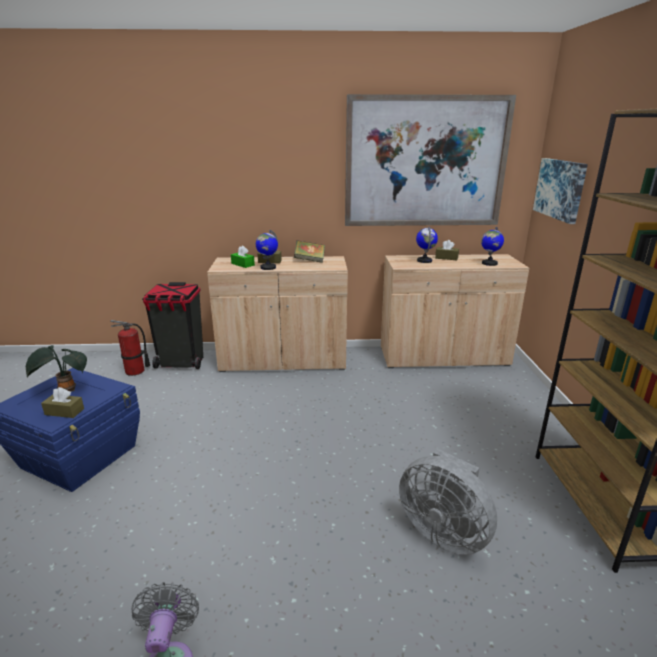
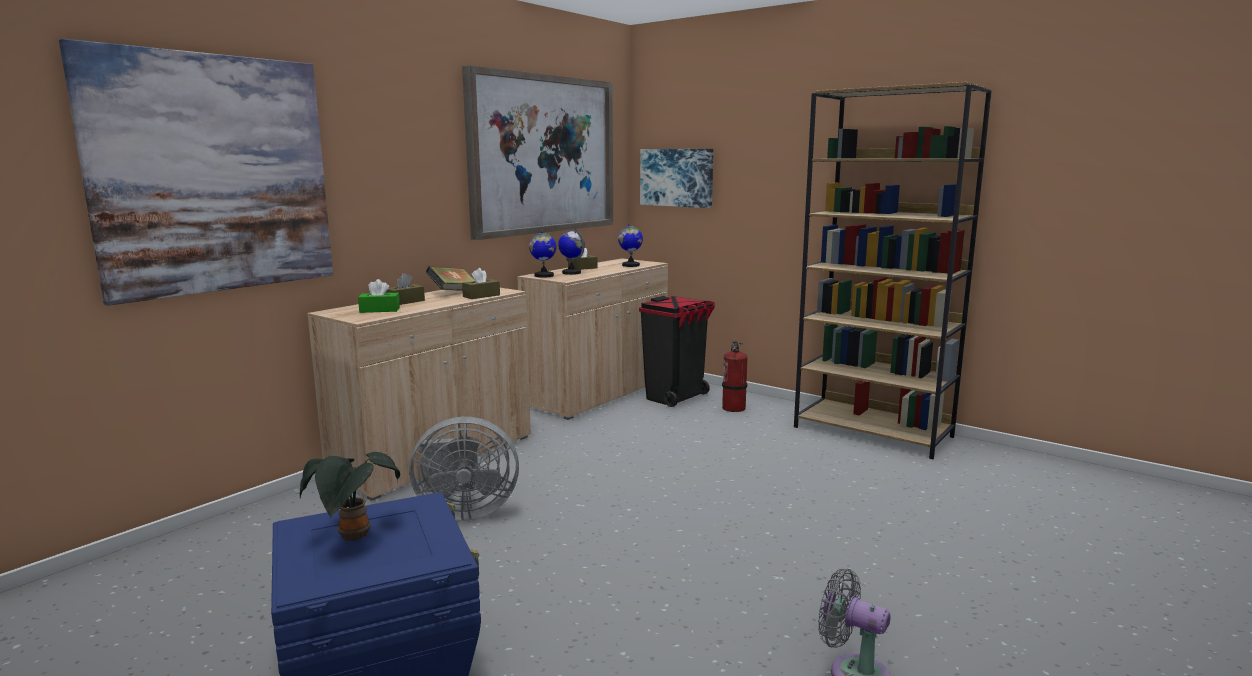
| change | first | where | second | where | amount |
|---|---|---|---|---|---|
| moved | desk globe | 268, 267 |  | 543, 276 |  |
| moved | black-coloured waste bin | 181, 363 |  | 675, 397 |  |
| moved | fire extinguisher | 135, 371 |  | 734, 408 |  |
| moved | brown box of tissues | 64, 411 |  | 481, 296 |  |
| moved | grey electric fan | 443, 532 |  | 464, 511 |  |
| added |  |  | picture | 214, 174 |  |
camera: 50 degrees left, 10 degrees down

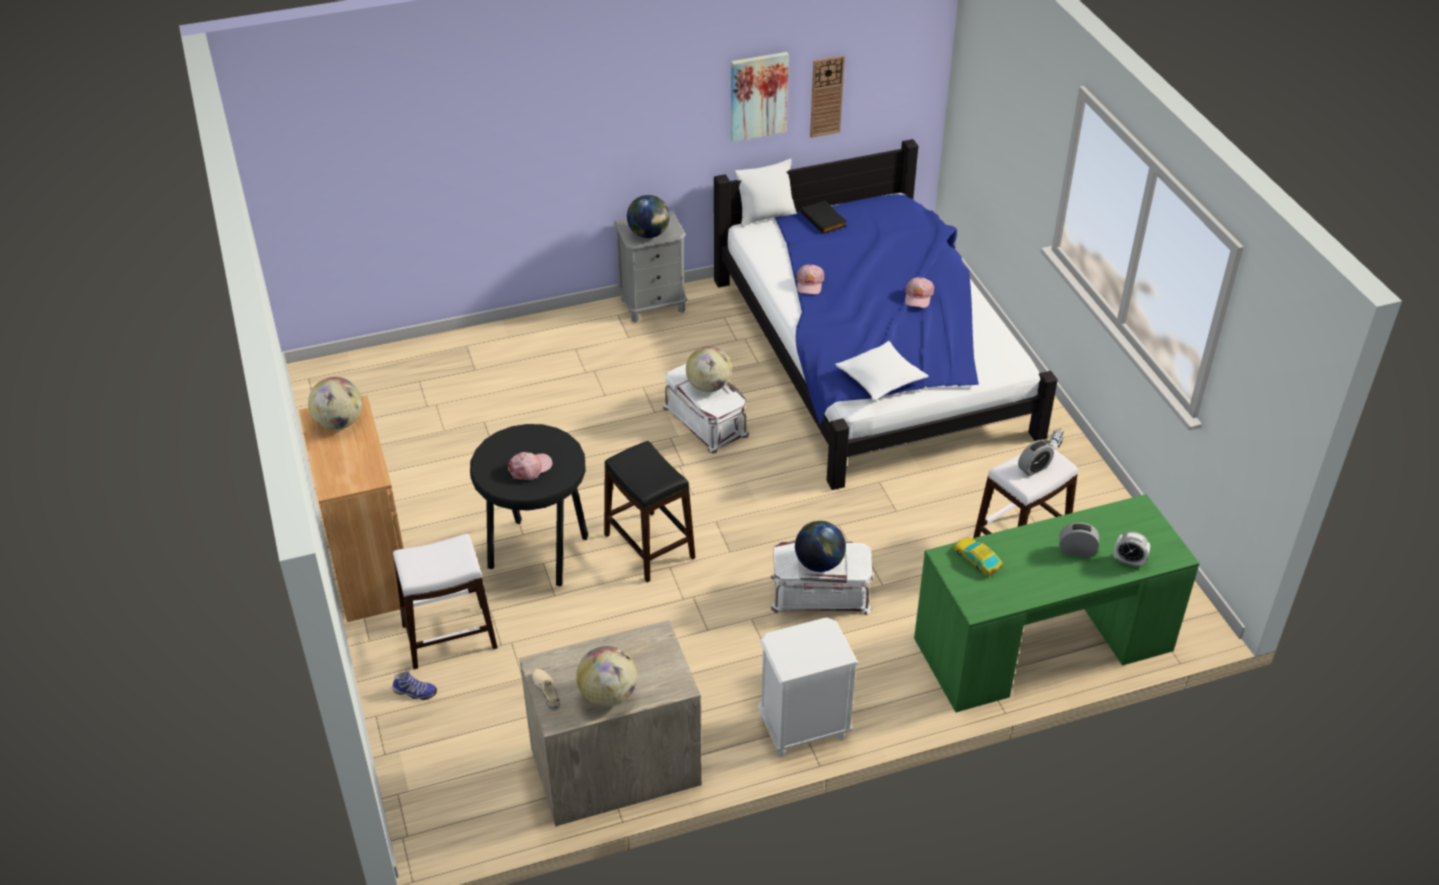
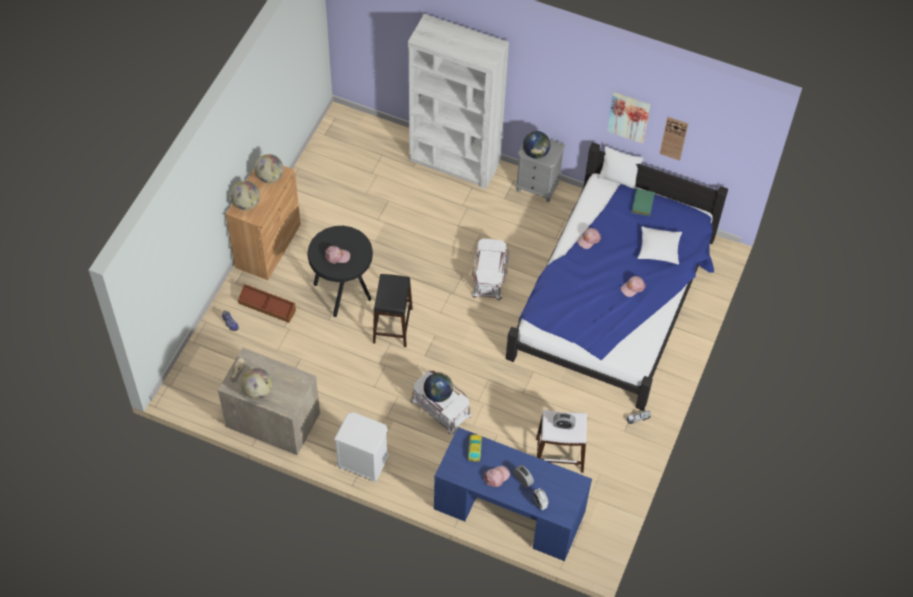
| change | first | where | second | where | amount |
|---|---|---|---|---|---|
| recoloured | black-coloured book | 824, 219 | greenish book | 643, 204 |  |
| moved | white-coloured cushion | 880, 378 |  | 659, 248 |  |
| moved | desk globe | 709, 386 |  | 246, 204 |  |
| recoloured | greenish desk table | 1042, 644 | bluish desk table | 509, 509 |  |
| replaced | white-coloured stool seat | 449, 636 | brown storage bin | 267, 306 |  |
| added |  |  | white-coloured shelving unit | 455, 162 |  |
| added |  |  | pink-coloured peaked cap | 496, 477 |  |
camera: 40 degrees right, 15 degrees up

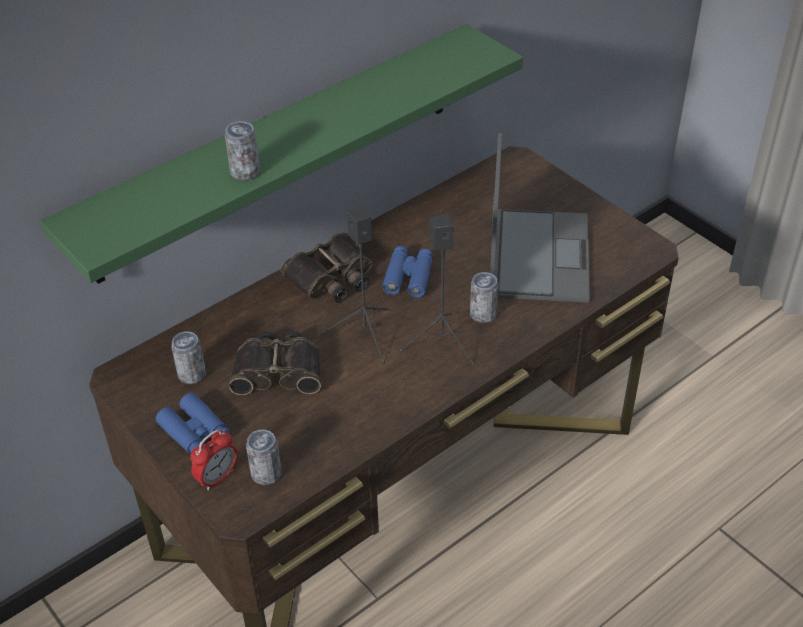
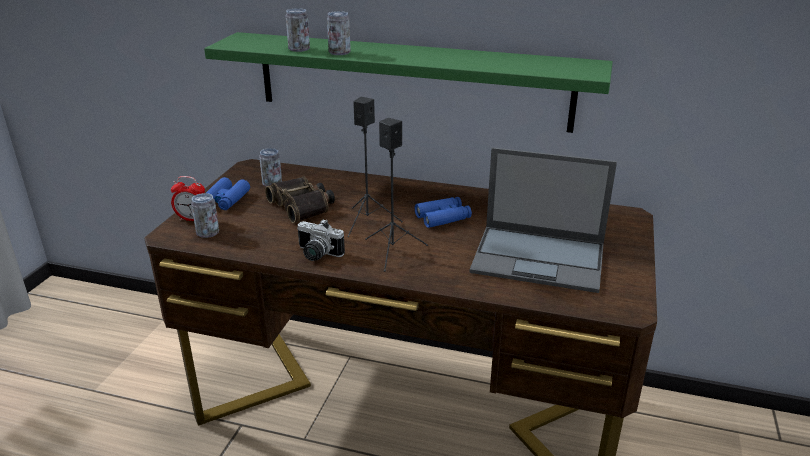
| change | first | where | second | where | amount |
|---|---|---|---|---|---|
| turned | notebook computer | 538, 254 |  | 540, 258 | 45 degrees clockwise |
| removed | field glasses | 332, 278 |  |  |  |
| moved | can | 483, 314 |  | 299, 49 |  |
| added |  |  | photo camera | 316, 255 |  |
camera: 55 degrees right, 15 degrees down

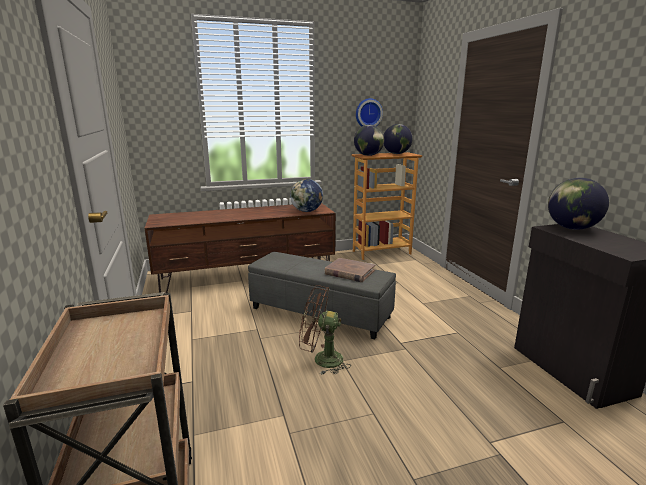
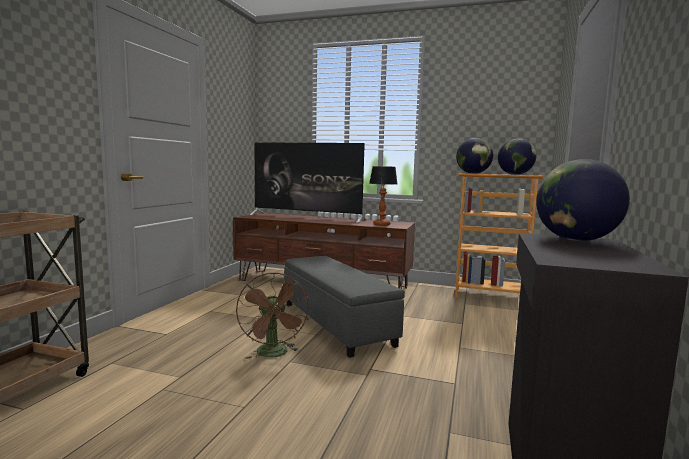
| change | first | where | second | where | amount |
|---|---|---|---|---|---|
| removed | hanging clock | 368, 113 |  |  |  |
| replaced | desk globe | 307, 211 | tabletop lamp | 381, 225 |  |
| removed | brown book | 349, 272 |  |  |  |
| turned | brown electric fan | 321, 360 |  | 274, 354 | 150 degrees counterclockwise |
| added |  |  | TV | 307, 217 |  |
camera: 35 degrees right, 10 degrees down

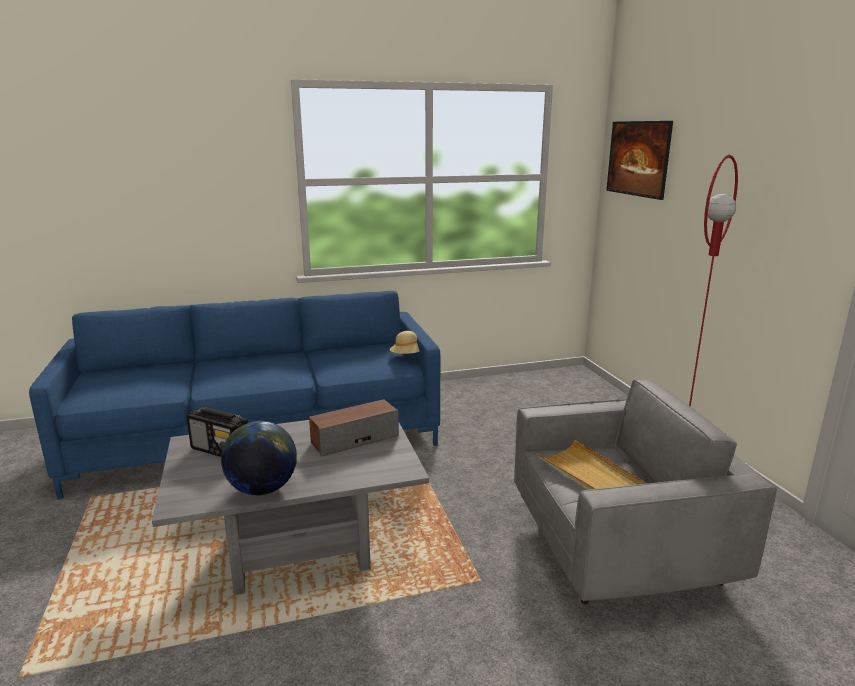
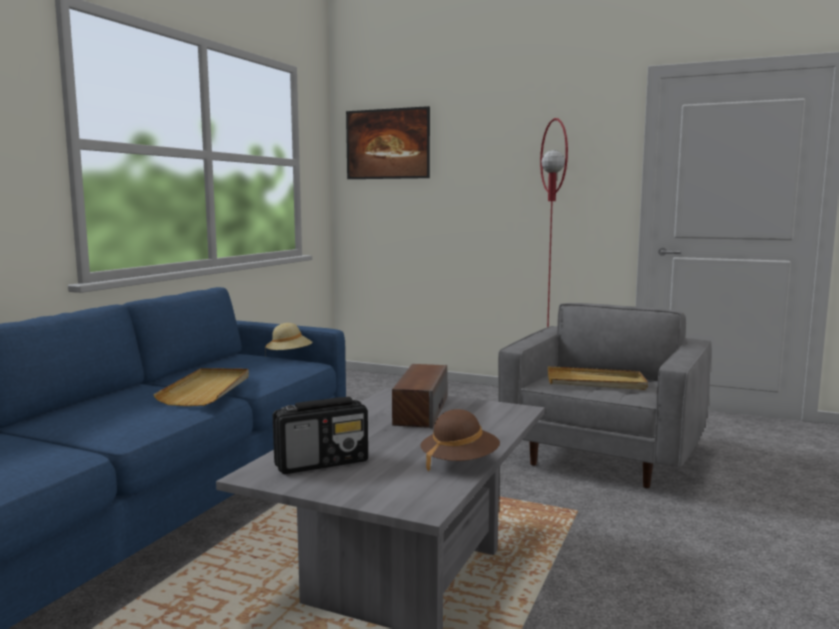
| change | first | where | second | where | amount |
|---|---|---|---|---|---|
| replaced | desk globe | 262, 489 | brown clothing hat | 459, 462 |  |
| added |  |  | beige serving tray | 207, 390 |  |
camera: 50 degrees left, 10 degrees down

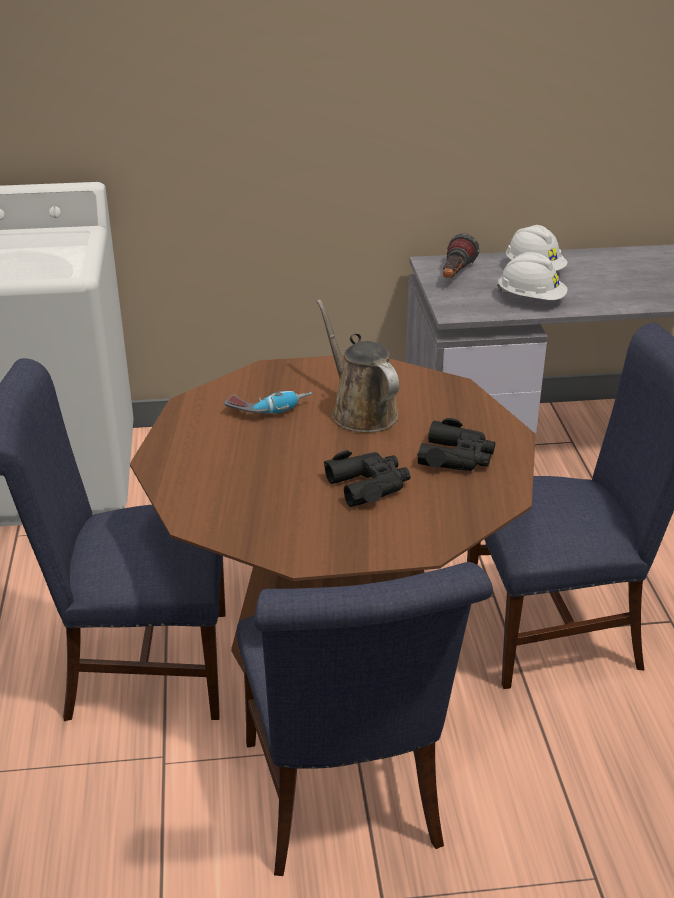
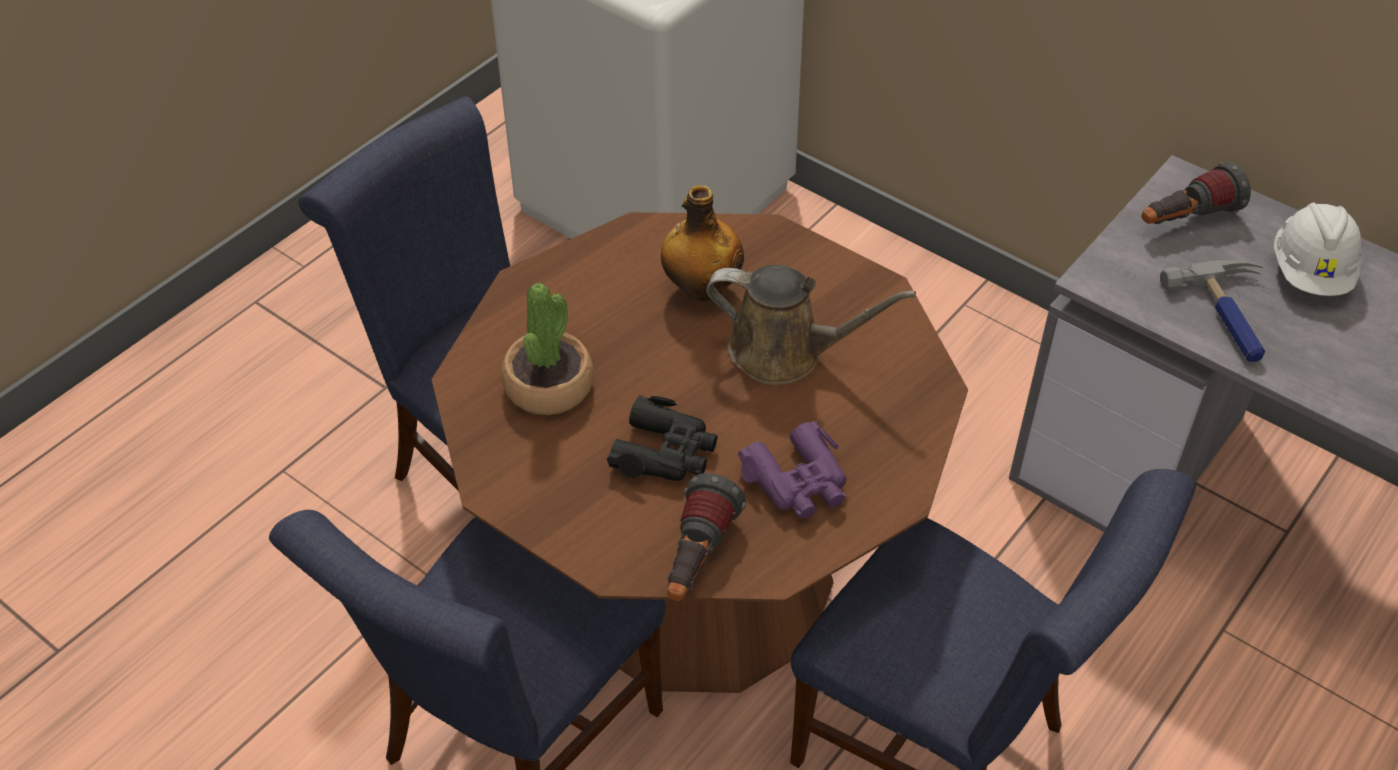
| change | first | where | second | where | amount |
|---|---|---|---|---|---|
| replaced | white-coloured work helmet | 531, 299 | hammer | 1231, 317 |  |
| turned | brown watering can | 360, 411 |  | 785, 353 | 90 degrees clockwise |
| replaced | electric drill | 269, 409 | bottle | 701, 288 |  |
| recoloured | black-coloured field glasses | 456, 457 | purple field glasses | 798, 482 |  |
| added |  |  | potted plant | 549, 386 |  |
| added |  |  | torch | 697, 560 |  |
camera: 45 degrees right, 15 degrees up

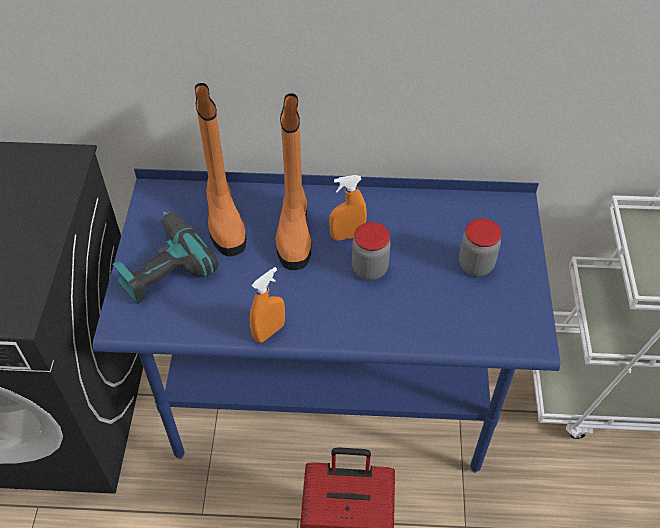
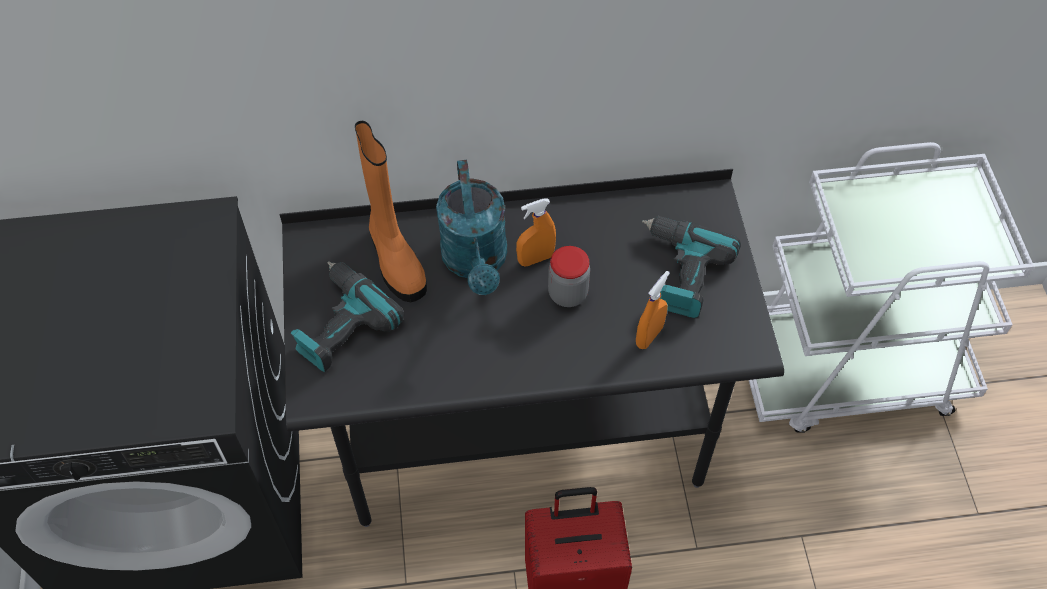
| change | first | where | second | where | amount |
|---|---|---|---|---|---|
| replaced | orange-coloured tall boot | 294, 231 | blue-green watering can | 476, 262 |  |
| recoloured | bluish desk table | 330, 400 | black-coloured desk table | 523, 432 |  |
| replaced | preserve jar | 475, 265 | electric drill | 680, 272 |  |
| moved | orange-coloured spray bottle | 269, 332 |  | 649, 336 |  |
camera: 10 degrees left, 5 degrees up

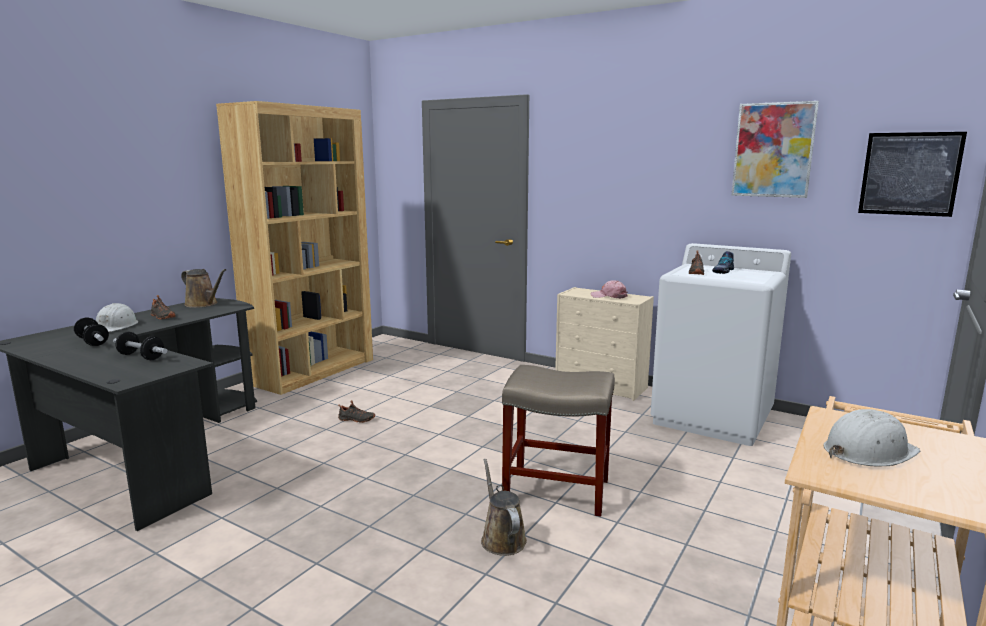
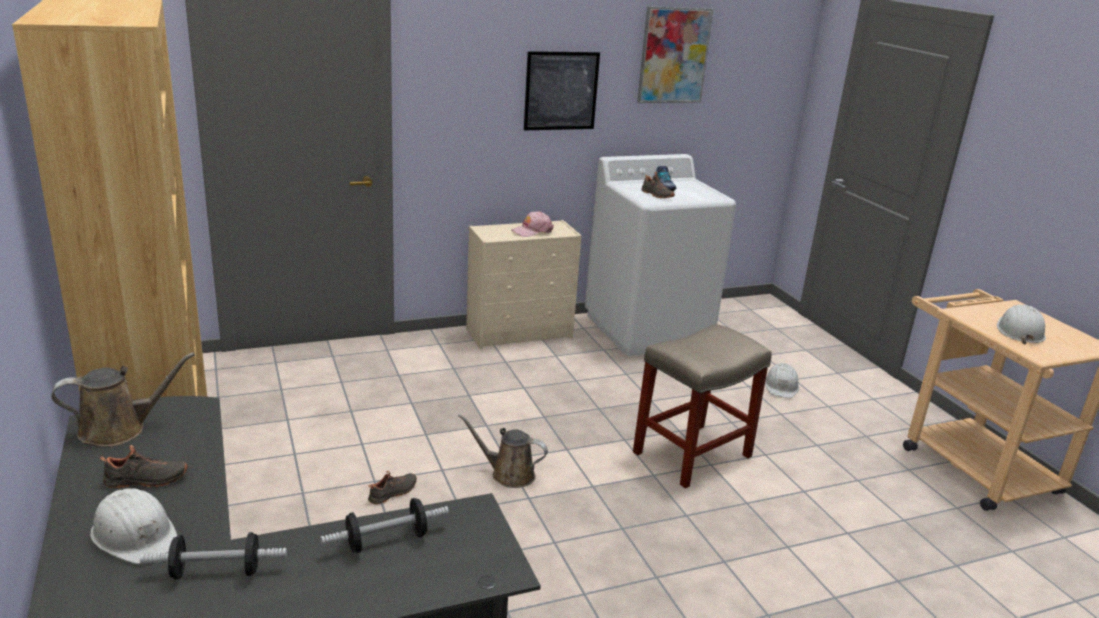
| change | first | where | second | where | amount |
|---|---|---|---|---|---|
| moved | picture | 909, 174 |  | 561, 91 |  |
| moved | brown watering can | 501, 538 |  | 508, 474 |  |
| added |  |  | white-coloured work helmet | 781, 386 |  |
camera: 55 degrees left, 10 degrees up

